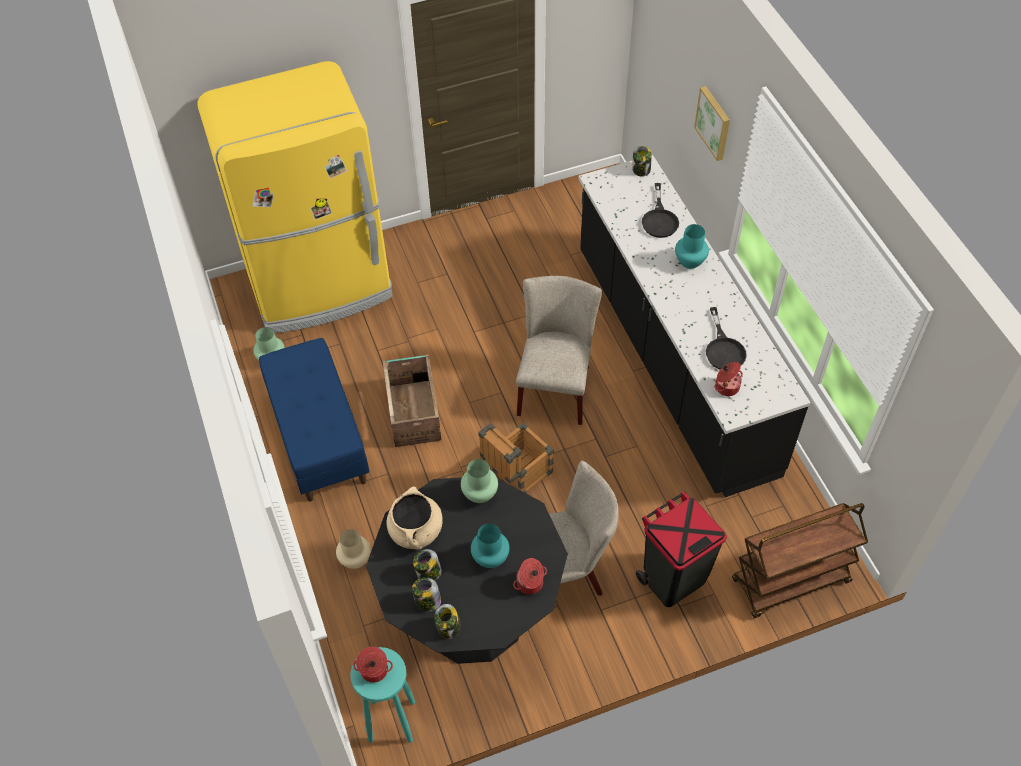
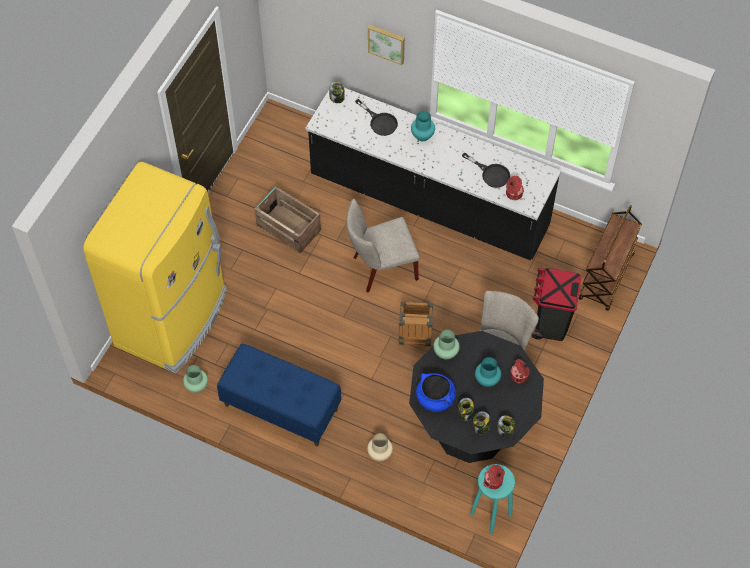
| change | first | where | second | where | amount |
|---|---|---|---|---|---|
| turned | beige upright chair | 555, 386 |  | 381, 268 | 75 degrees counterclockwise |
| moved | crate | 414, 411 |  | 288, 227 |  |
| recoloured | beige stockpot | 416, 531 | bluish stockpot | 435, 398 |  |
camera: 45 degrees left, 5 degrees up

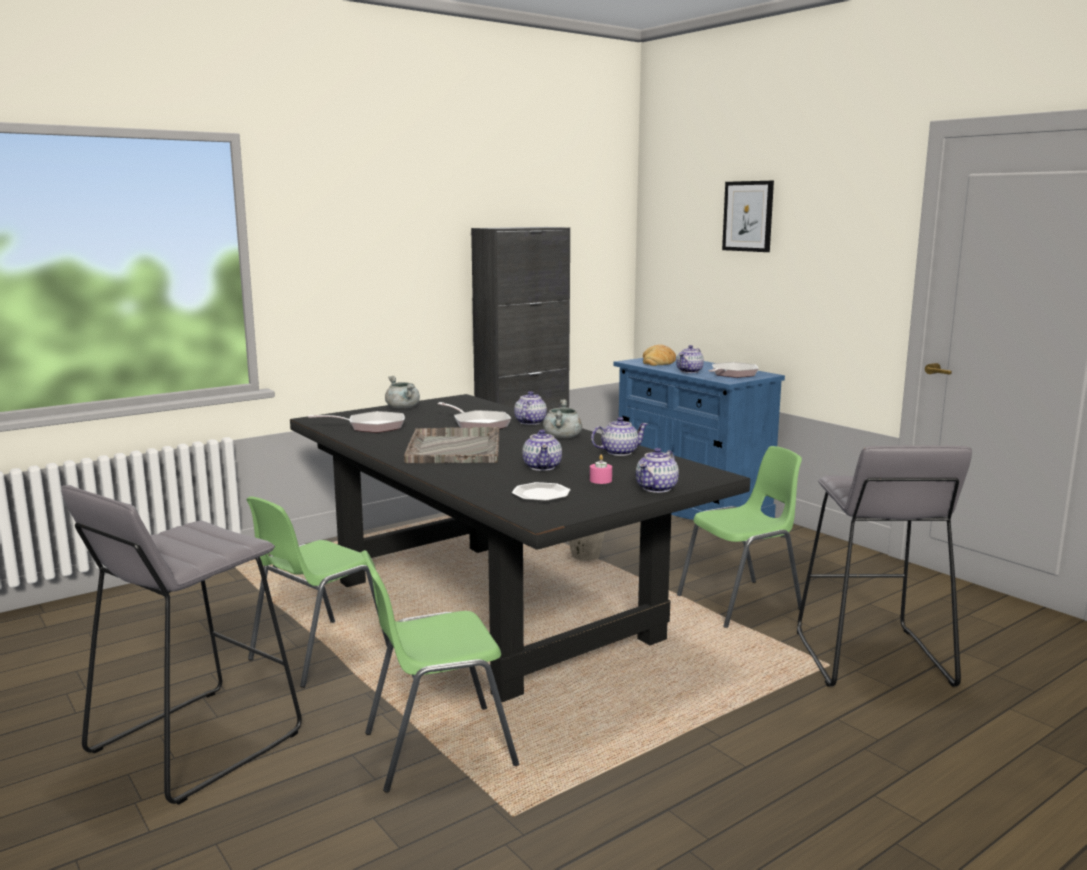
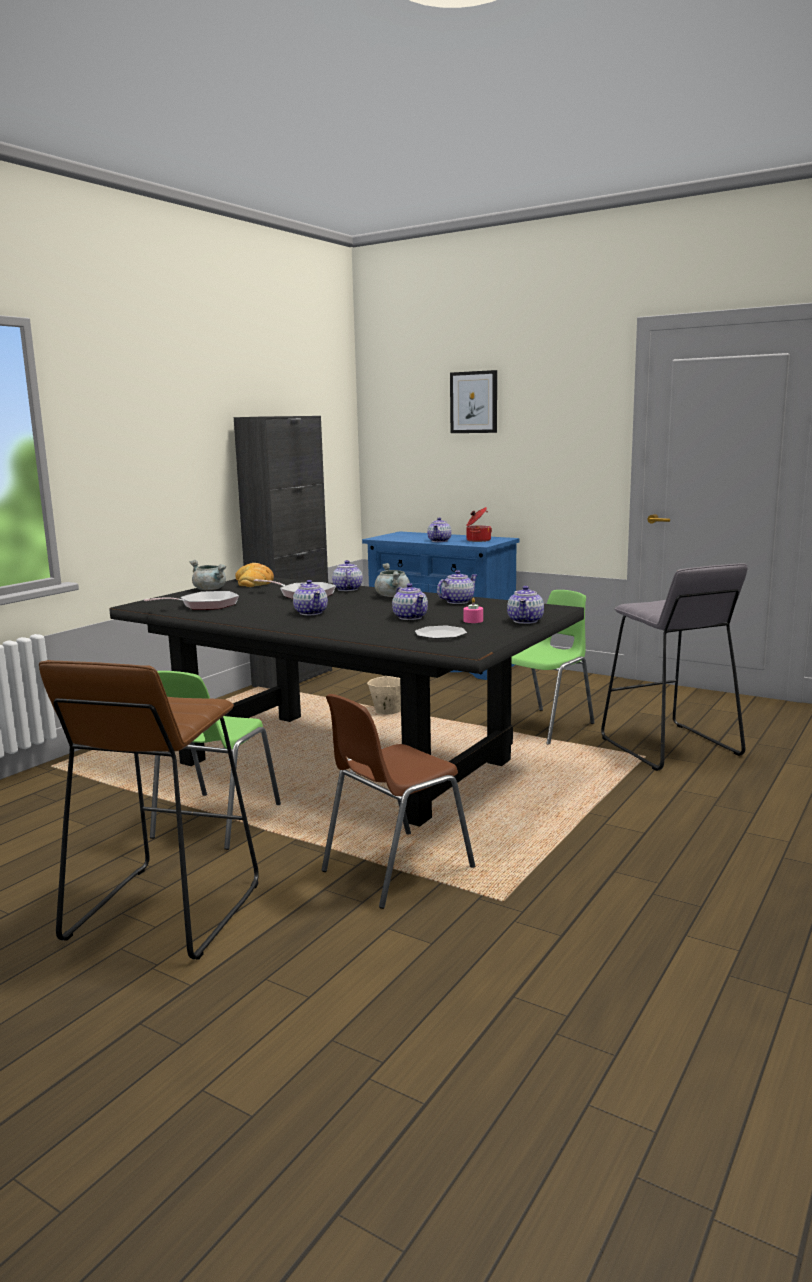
| change | first | where | second | where | amount |
|---|---|---|---|---|---|
| moved | bakery bread | 658, 361 |  | 254, 582 |  |
| replaced | skillet | 732, 374 | stockpot | 477, 540 |  |
| replaced | grey serving tray | 454, 448 | teapot | 311, 612 |  |
| recoloured | grey stool seat | 193, 743 | brown stool seat | 163, 911 |  |
| recoloured | greenish upright chair | 437, 748 | brown upright chair | 395, 869 |  |
camera: 20 degrees left, 0 degrees up

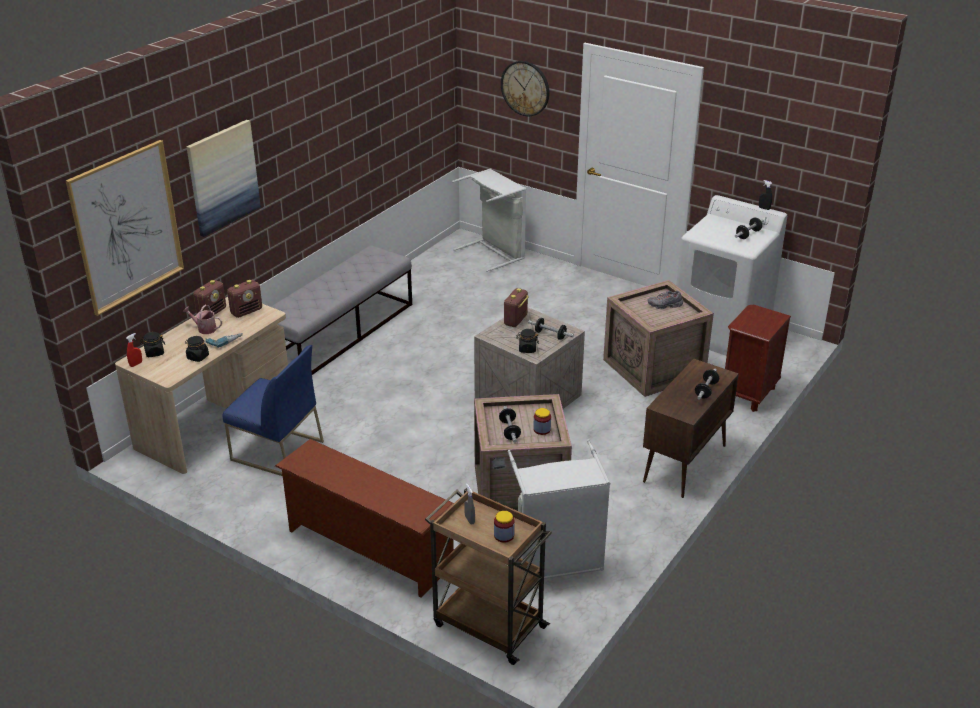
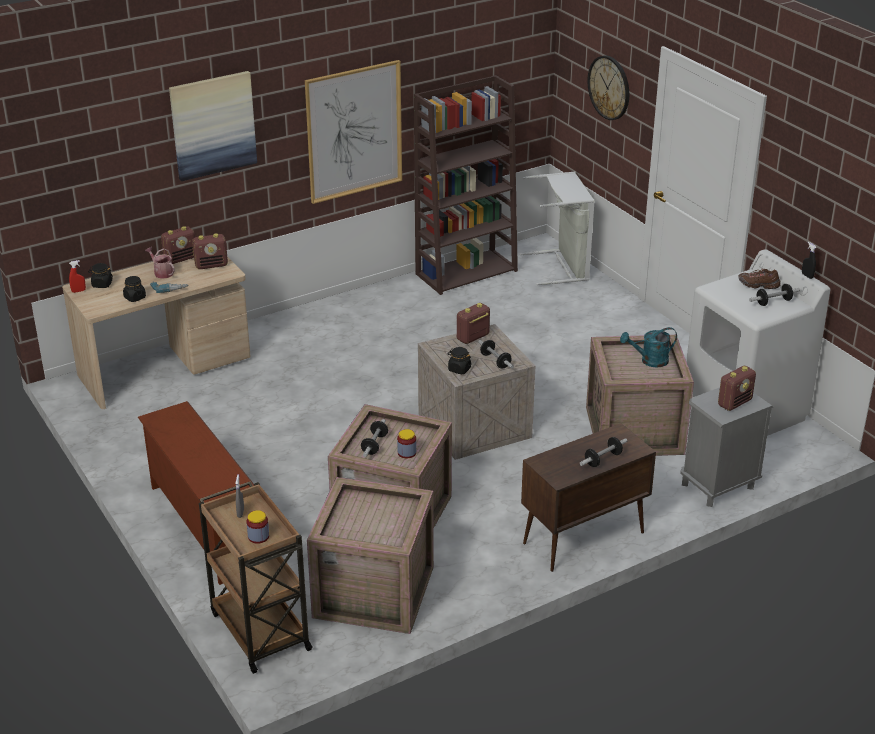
| change | first | where | second | where | amount |
|---|---|---|---|---|---|
| moved | picture | 127, 227 |  | 354, 131 |  |
| removed | grey bench | 340, 333 |  |  |  |
| replaced | grey shoe | 665, 305 | blue-green watering can | 649, 361 |  |
| recoloured | brown bedside table | 748, 394 | grey bedside table | 717, 486 |  |
| removed | bluish upright chair | 276, 451 |  |  |  |
| replaced | grey washing basket | 556, 561 | crate | 372, 592 |  |
| added |  |  | brown shelving unit | 466, 272 |  |
| added |  |  | brown shoe | 758, 285 |  |
| added |  |  | radio set | 734, 403 |  |
camera: 25 degrees right, 0 degrees up

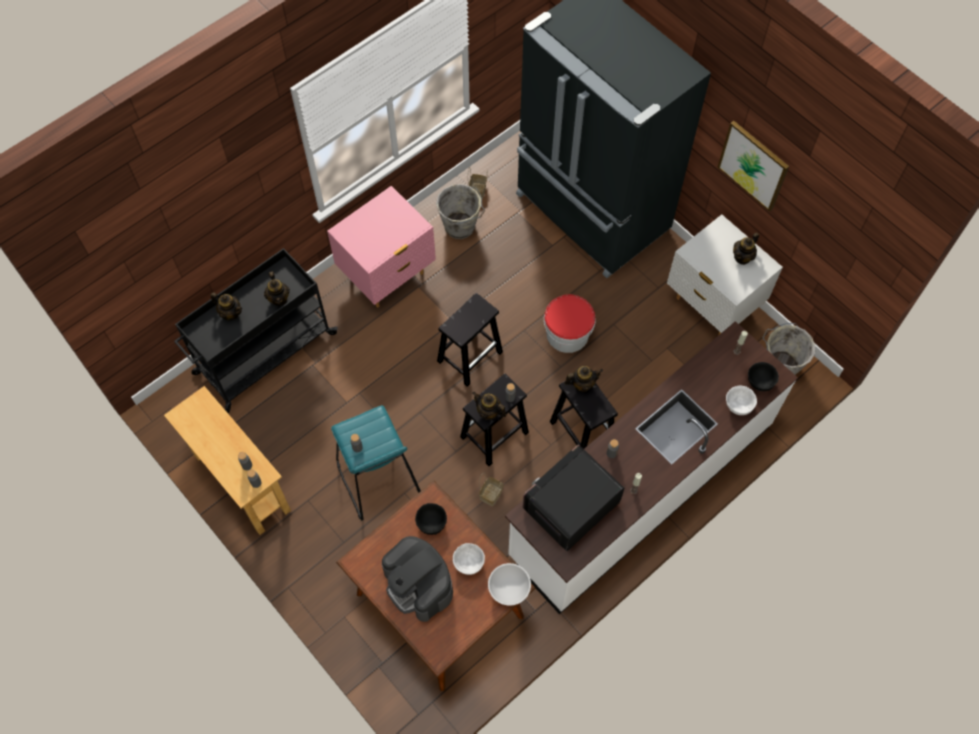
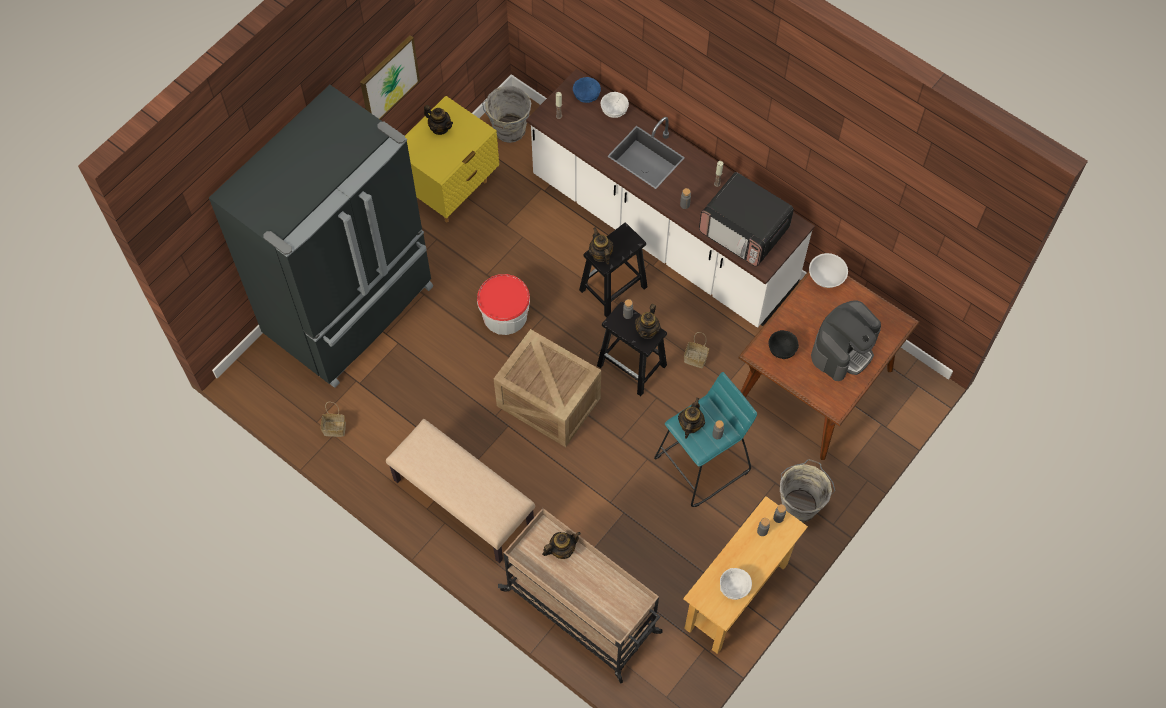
| change | first | where | second | where | amount |
|---|---|---|---|---|---|
| moved | grey pail | 461, 227 |  | 800, 504 |  |
| replaced | pink-coloured bedside table | 387, 276 | beige bench | 462, 502 |  |
| recoloured | white-coloured bedside table | 712, 305 | yellow bedside table | 450, 190 |  |
| recoloured | black-coloured wheeled cart | 263, 354 | beige wheeled cart | 582, 612 |  |
| moved | teapot | 230, 313 |  | 690, 425 |  |
| replaced | black-coloured stool seat | 470, 356 | crate | 547, 402 |  |
| recoloured | black-coloured bowl | 760, 381 | bluish bowl | 586, 96 |  |
| moved | white-coloured bowl | 468, 562 |  | 734, 588 |  |
camera: 100 degrees left, 0 degrees up

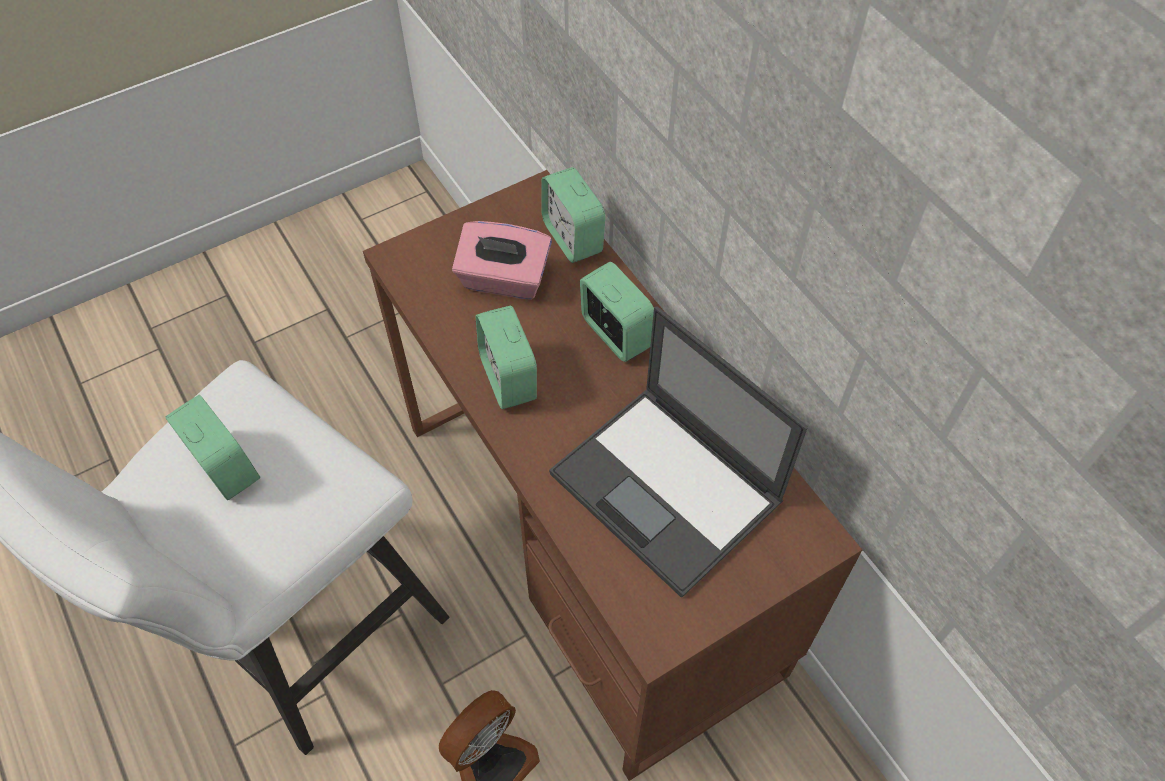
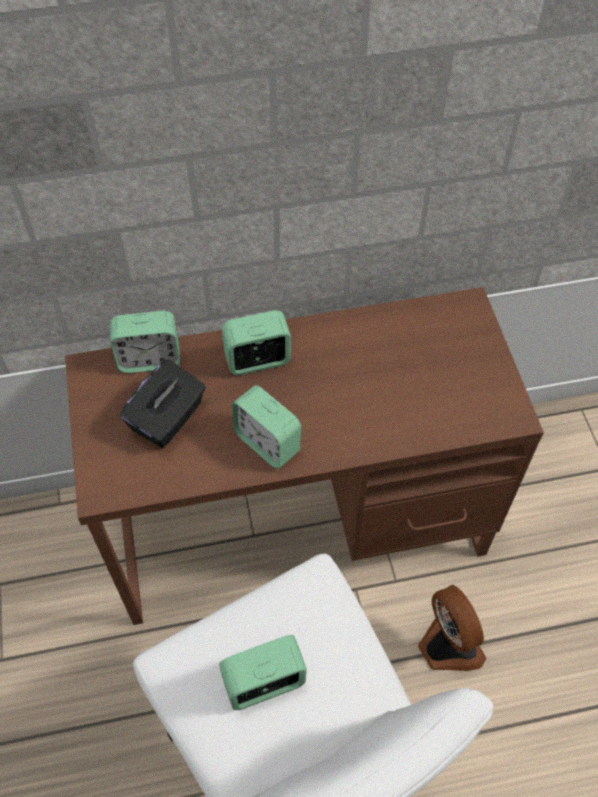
| change | first | where | second | where | amount |
|---|---|---|---|---|---|
| recoloured | pink-coloured box of tissues | 504, 280 | black-coloured box of tissues | 168, 418 |  |
| turned | bedside clock | 508, 378 |  | 267, 442 | 45 degrees clockwise |
| removed | notebook computer | 668, 489 |  |  |  |
camera: 70 degrees left, 0 degrees up

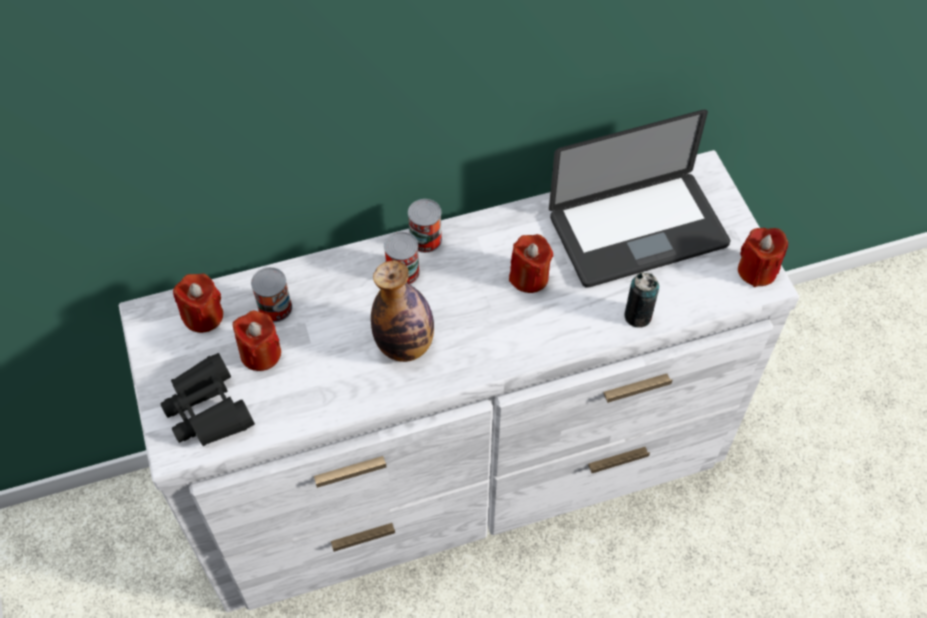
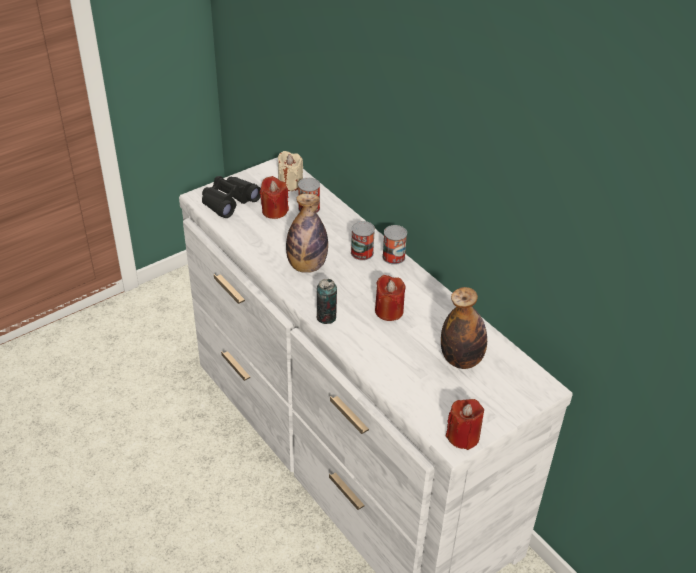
| change | first | where | second | where | amount |
|---|---|---|---|---|---|
| replaced | notebook computer | 638, 231 | bottle | 461, 360 |  |
| moved | can | 637, 316 |  | 326, 317 |  |
| recoloured | red-coloured wax light | 203, 316 | beige wax light | 290, 184 |  |
camera: 70 degrees right, 15 degrees down

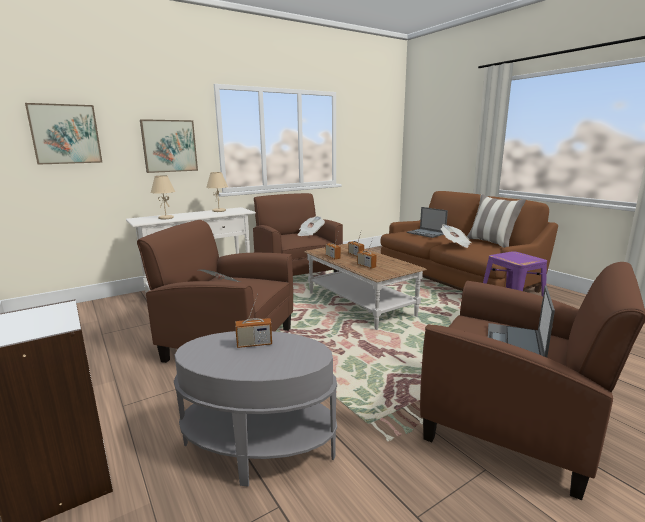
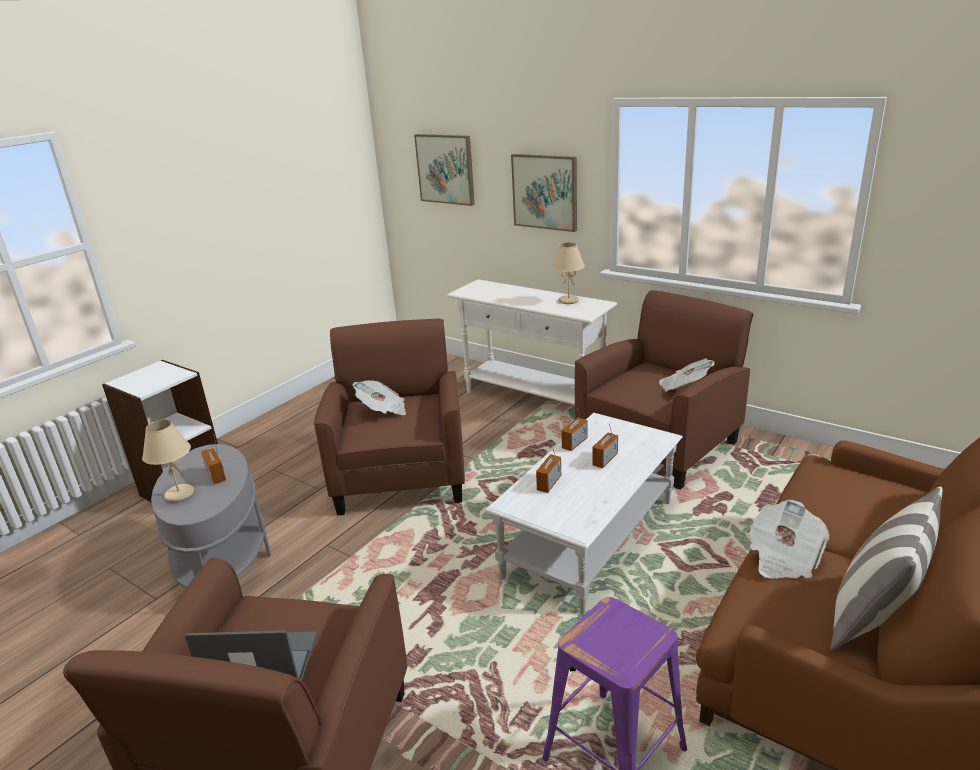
| change | first | where | second | where | amount |
|---|---|---|---|---|---|
| moved | beige tabletop lamp | 166, 218 |  | 179, 495 |  |
| removed | notebook computer | 426, 233 |  |  |  |
| recoloured | brown lounge table | 359, 304 | white-coloured lounge table | 590, 539 |  |
camera: 70 degrees right, 10 degrees up

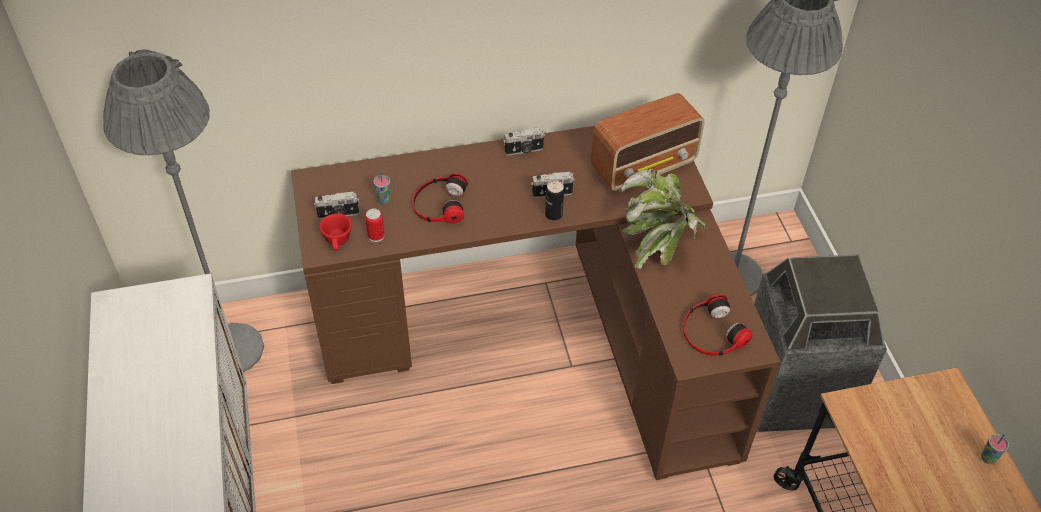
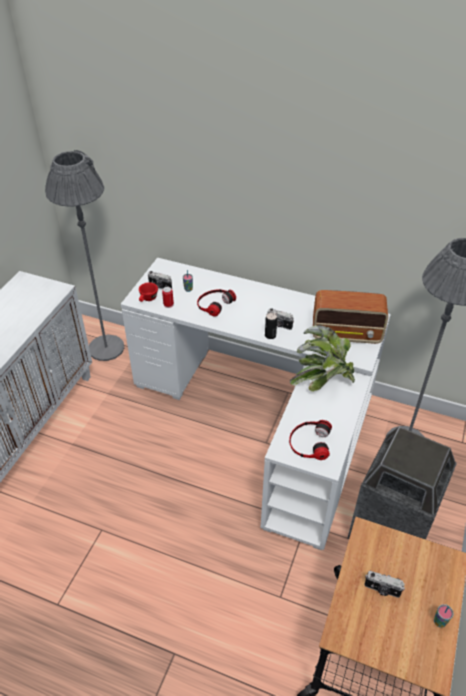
| change | first | where | second | where | amount |
|---|---|---|---|---|---|
| recoloured | brown desk table | 544, 332 | white-coloured desk table | 266, 417 |  |
| moved | photo camera | 524, 150 |  | 382, 589 |  |
camera: 35 degrees right, 5 degrees down

